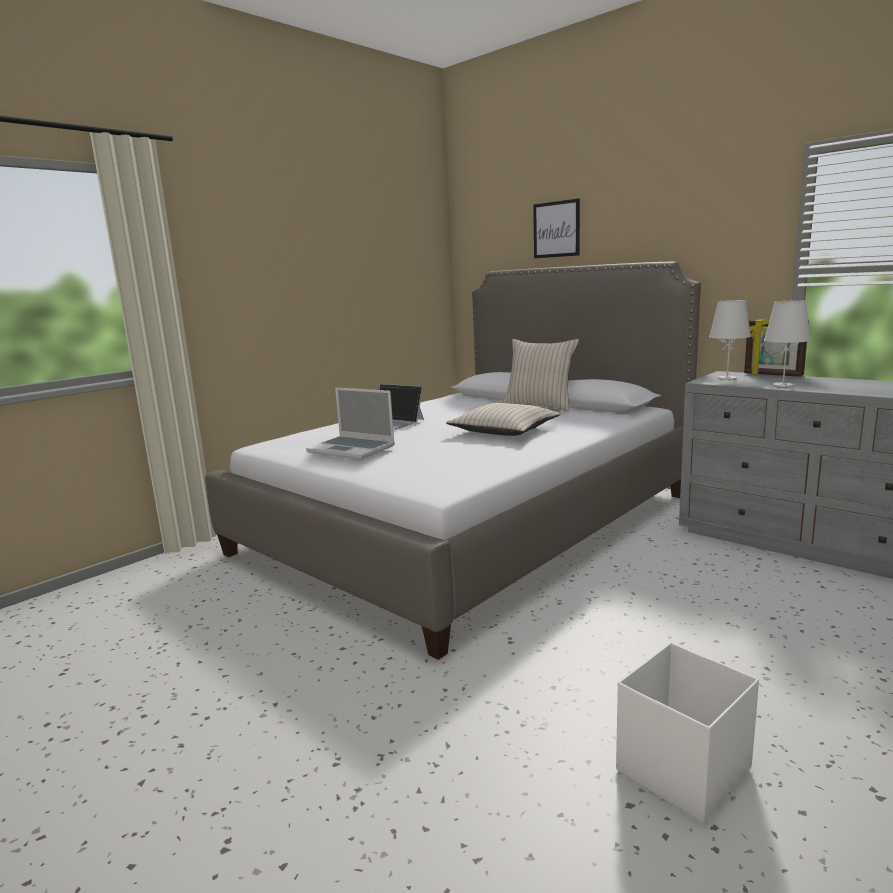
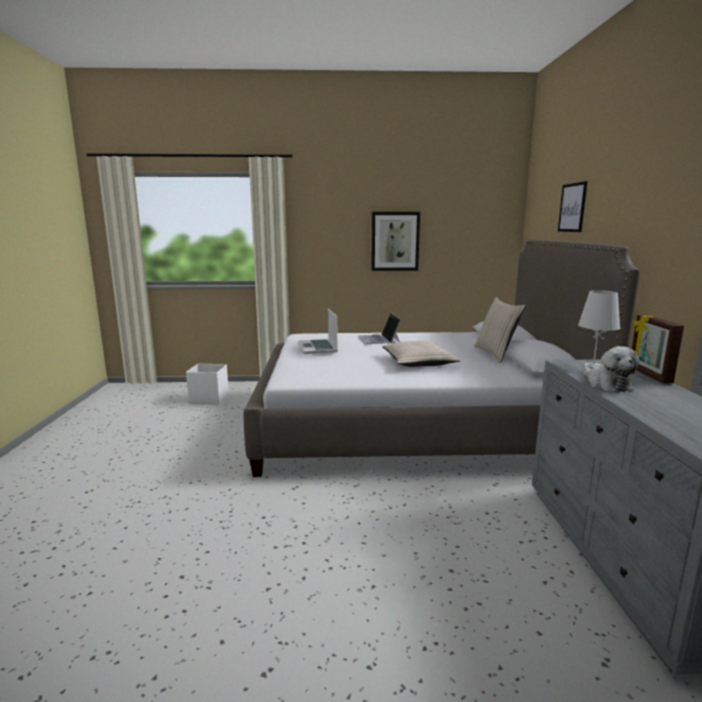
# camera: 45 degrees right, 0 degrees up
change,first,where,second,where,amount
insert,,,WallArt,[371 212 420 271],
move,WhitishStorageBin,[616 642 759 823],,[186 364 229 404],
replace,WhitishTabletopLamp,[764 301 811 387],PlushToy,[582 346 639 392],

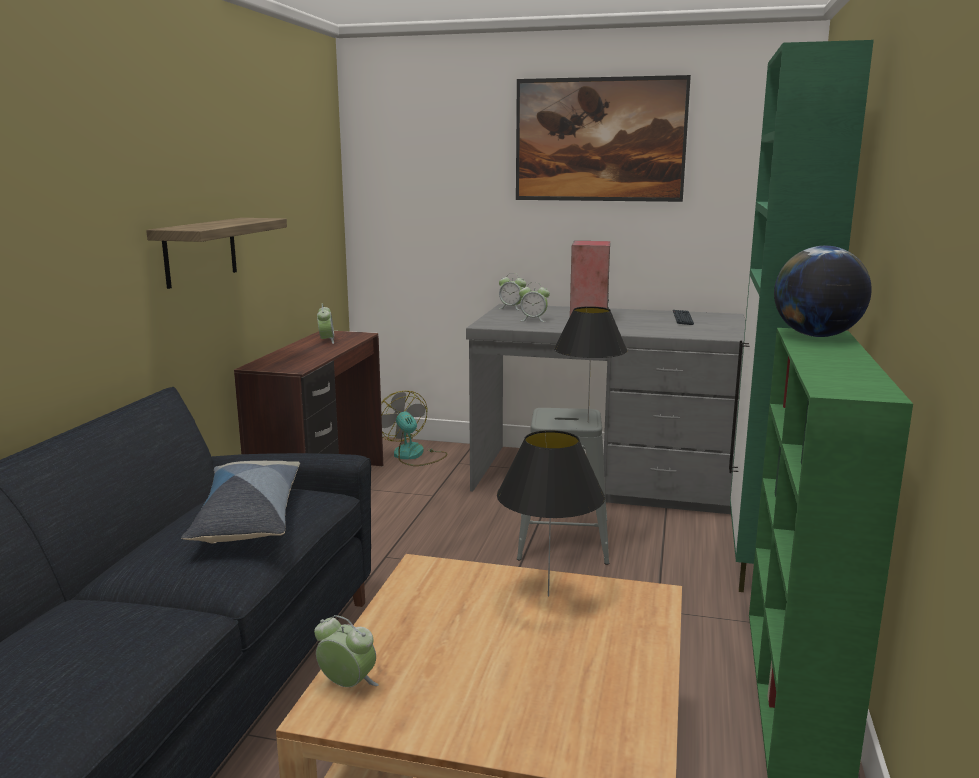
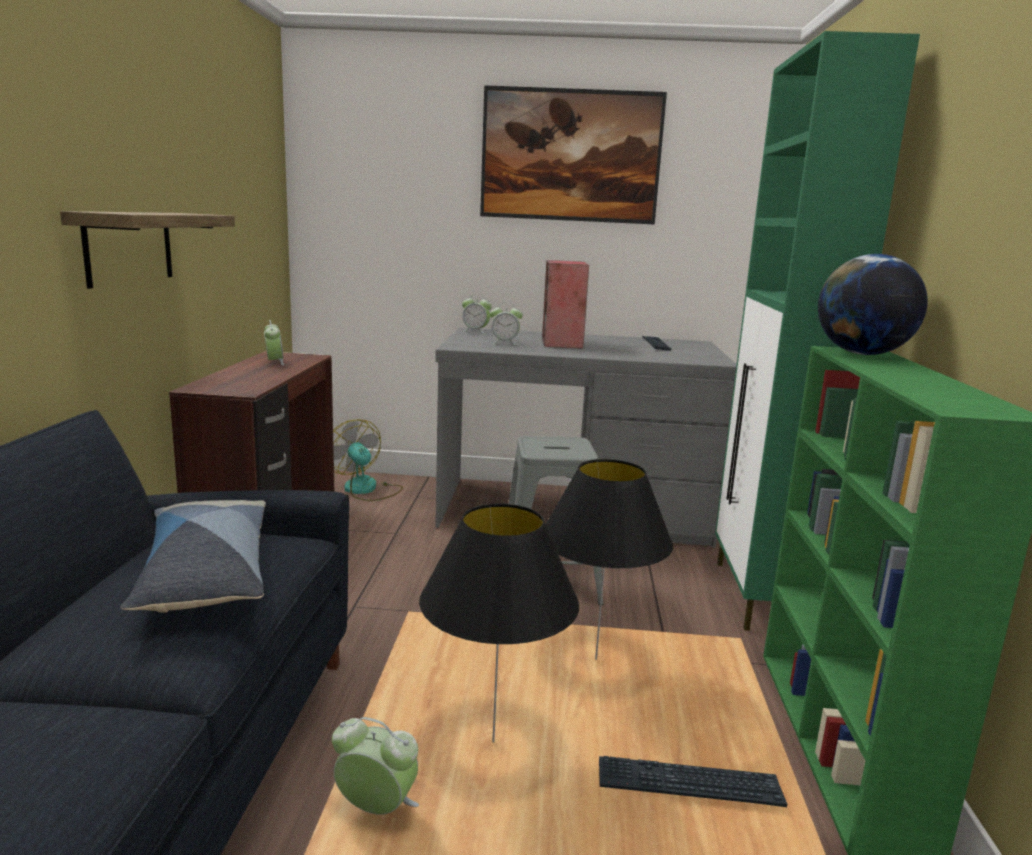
# camera: 10 degrees left, 0 degrees up
change,first,where,second,where,amount
insert,,,PcKeyboard,[599 756 787 807],
move,BlackTabletopLamp,[554 306 627 422],,[419 503 579 743],

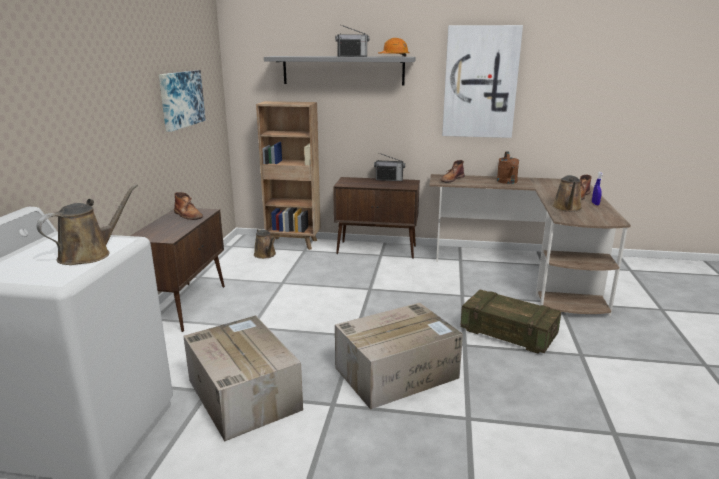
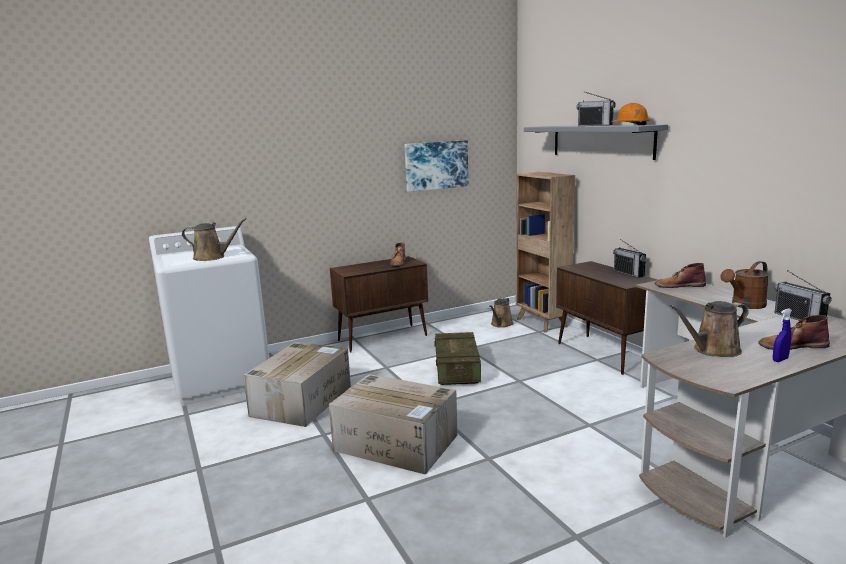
# camera: 55 degrees right, 5 degrees down
change,first,where,second,where,amount
delete,WallArt,[442 25 523 138],,,
insert,,,Radio,[775 270 832 321],
move,Crate,[461 289 561 353],,[434 332 481 385],

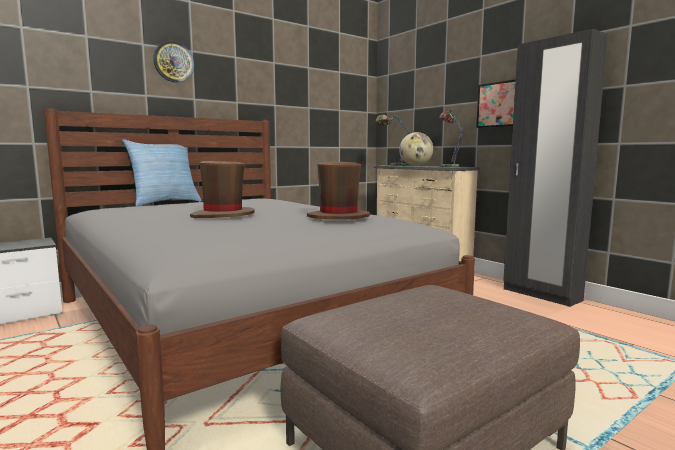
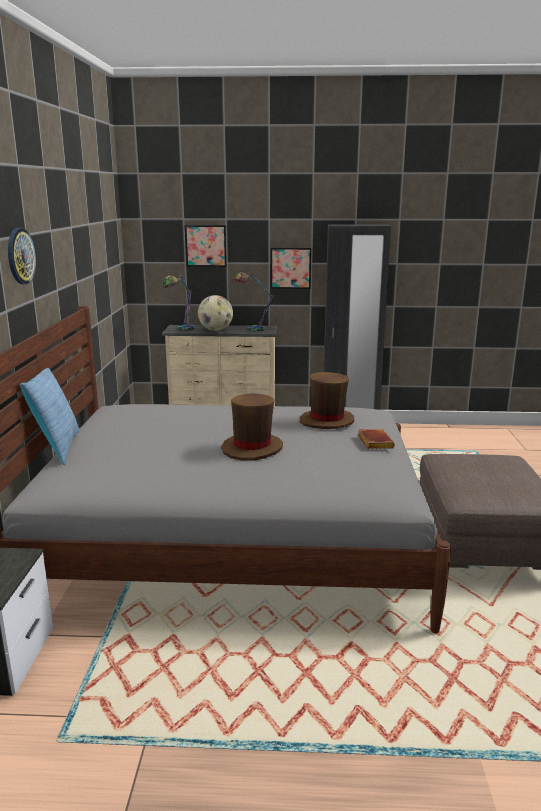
# camera: 50 degrees left, 10 degrees up
change,first,where,second,where,amount
insert,,,WallArt,[185 225 227 267],
insert,,,BrownishBook,[358 429 395 449],

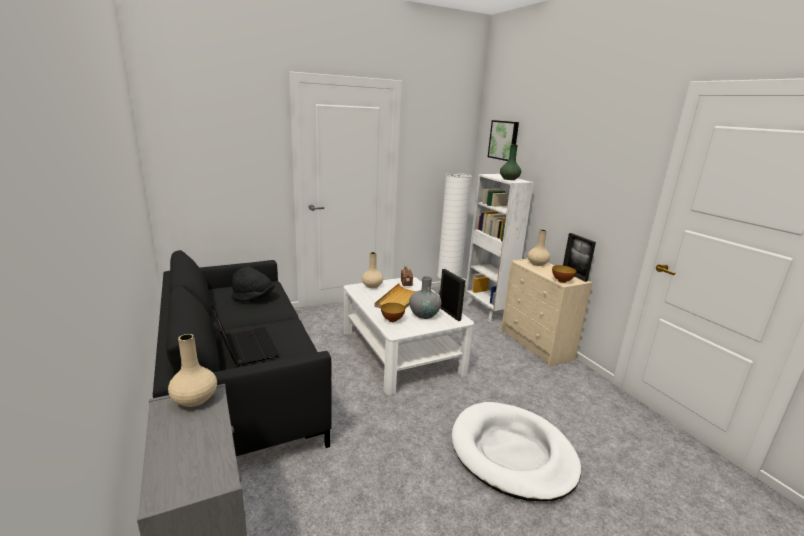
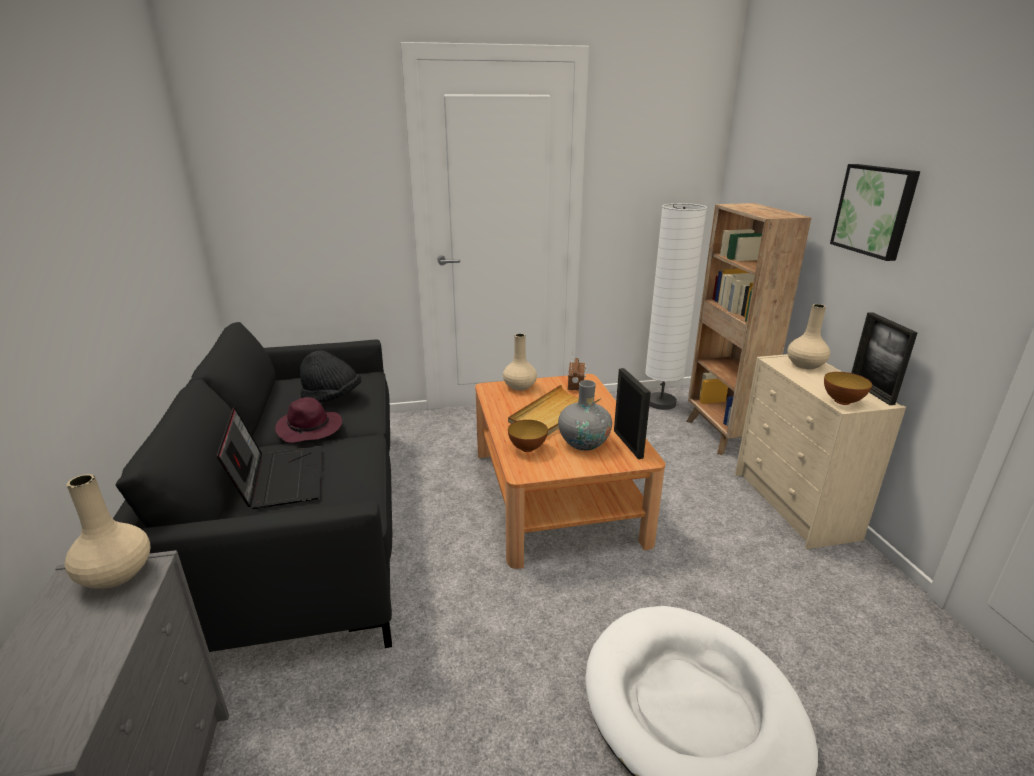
# camera: 15 degrees right, 5 degrees up
change,first,where,second,where,amount
delete,GreenDecorativeVase,[500 144 521 180],,,
insert,,,PurplishClothingHat,[275 397 342 443],
move,WallArt,[488 120 519 161],,[830 164 920 261],
recolor,WhitishLowTable,[344 277 474 395],BrownishLowTable,[475 374 665 569],
recolor,WhitishShelvingUnit,[465 174 534 322],BrownishShelvingUnit,[686 203 812 455],

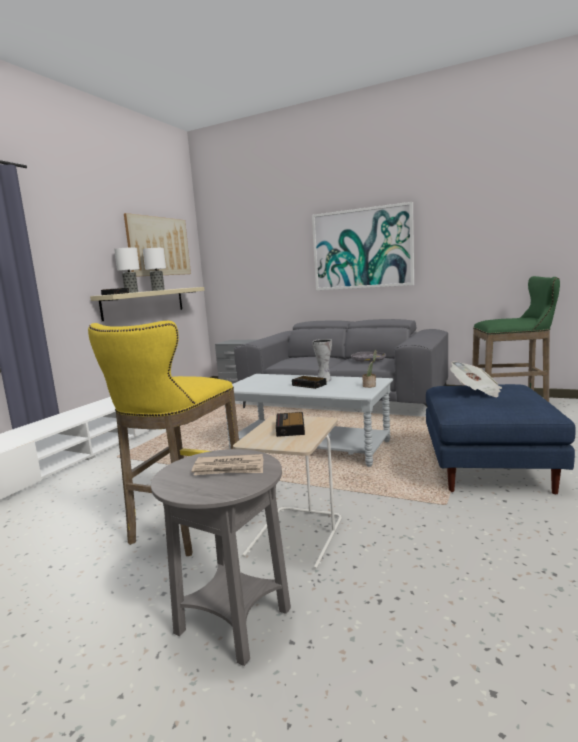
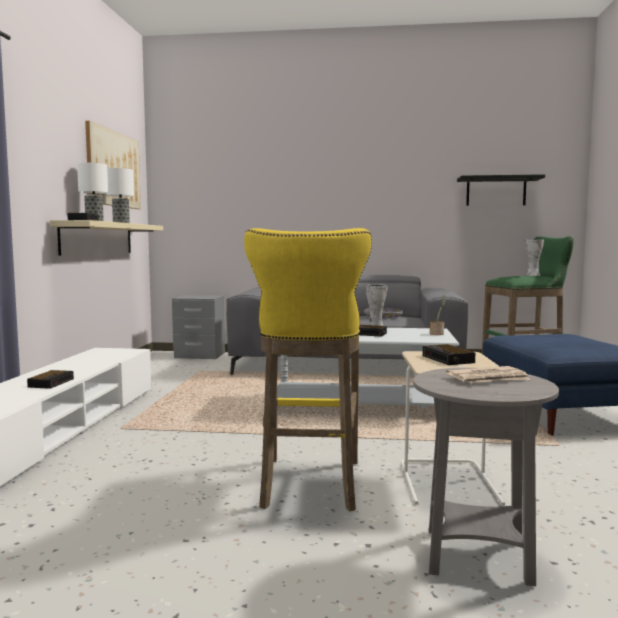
# camera: 20 degrees left, 5 degrees down
change,first,where,second,where,amount
delete,WallArt,[312 202 414 290],,,
delete,Newspaper,[450 361 502 397],,,
insert,,,TableClock,[27 370 74 389],
insert,,,BlackShelf,[457 174 545 206],
insert,,,DecorativeVase,[525 240 544 276],

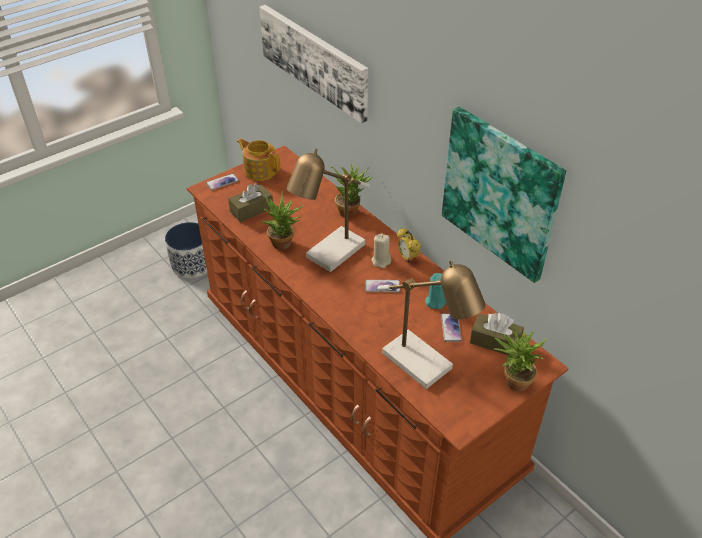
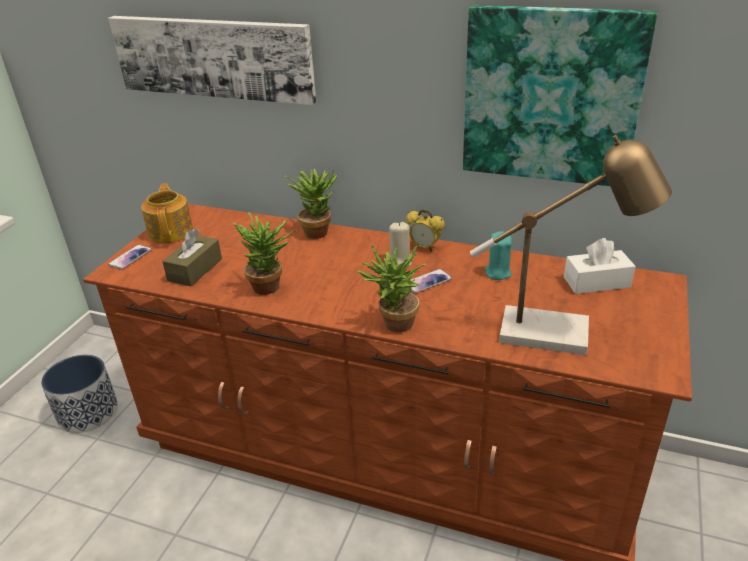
# camera: 30 degrees left, 10 degrees down
change,first,where,second,where,amount
delete,TabletopLamp,[286 148 370 272],,,
delete,Phone,[441 313 462 342],,,
move,Houseplant,[493 324 547 391],,[357 245 427 332],
recolor,BrownishBoxOfTissues,[470 313 524 355],WhitishBoxOfTissues,[564 238 636 294],
rotate,PotForTea,[237 138 281 181],,[141 183 193 244],75 degrees clockwise

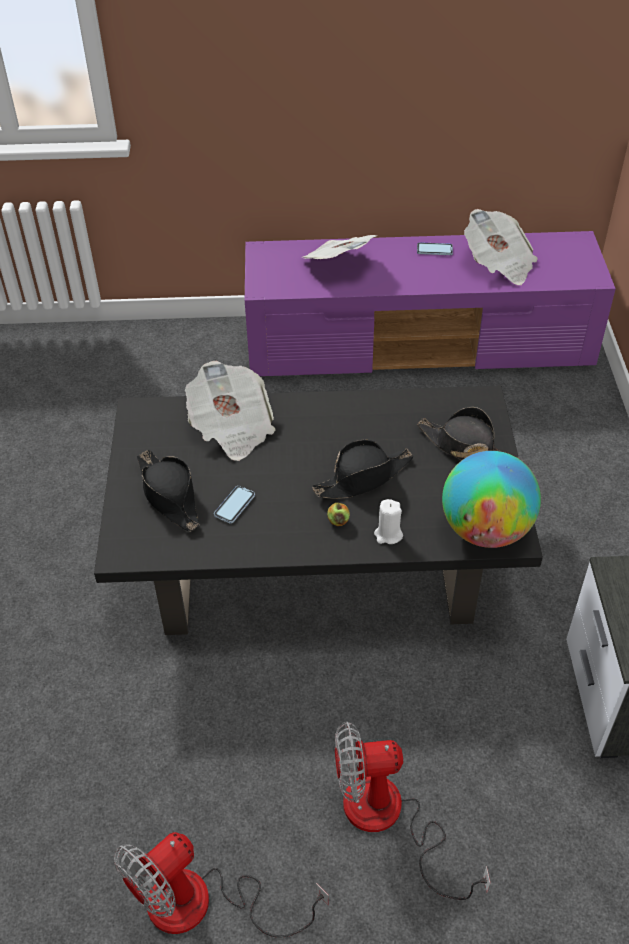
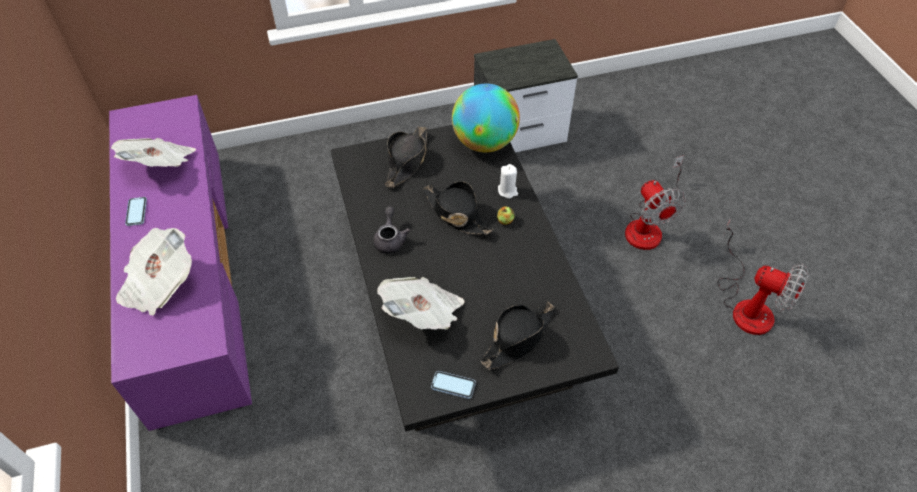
# camera: 105 degrees left, 5 degrees up
change,first,where,second,where,amount
insert,,,GreyishPotForTea,[373 206 410 254],
move,Phone,[214 486 255 523],,[431 371 476 399],

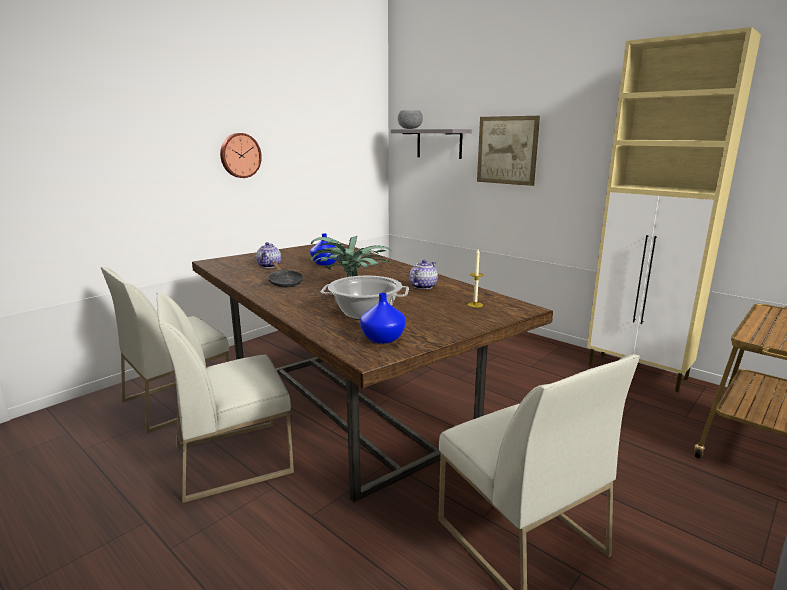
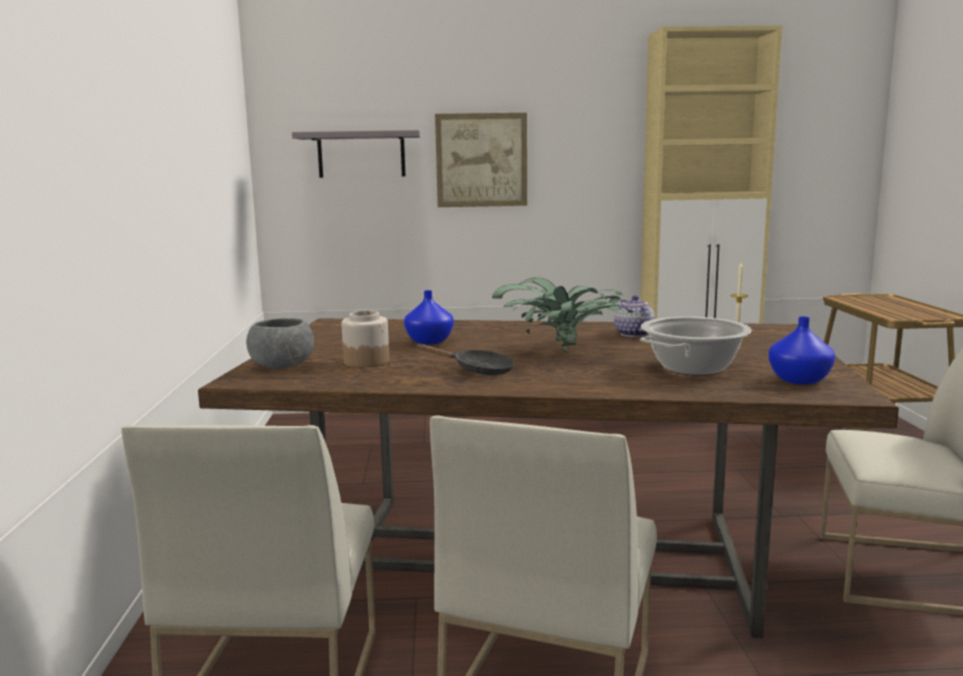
# camera: 45 degrees left, 5 degrees down
change,first,where,second,where,amount
delete,HangingClock,[220 133 262 178],,,
move,GreyishDeepDish,[398 110 423 129],,[246 318 314 369],
replace,PotForTea,[256 242 281 268],PreserveJar,[341 311 389 367],

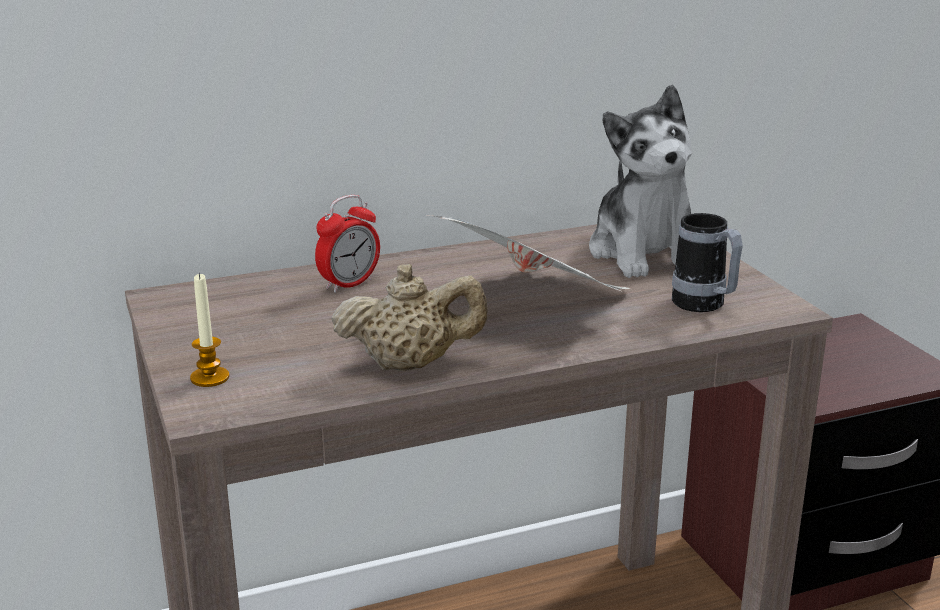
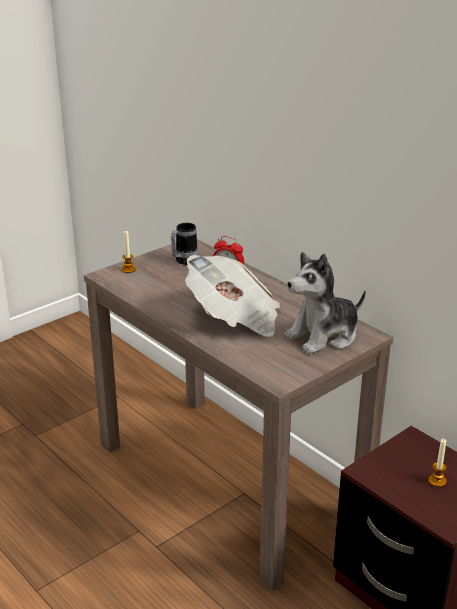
# camera: 70 degrees right, 5 degrees up
change,first,where,second,where,amount
delete,BeigePotForTea,[331 264 488 371],,,
insert,,,Candle,[428 439 447 487],
move,CoffeeMug,[671 213 743 312],,[171 223 198 265],

